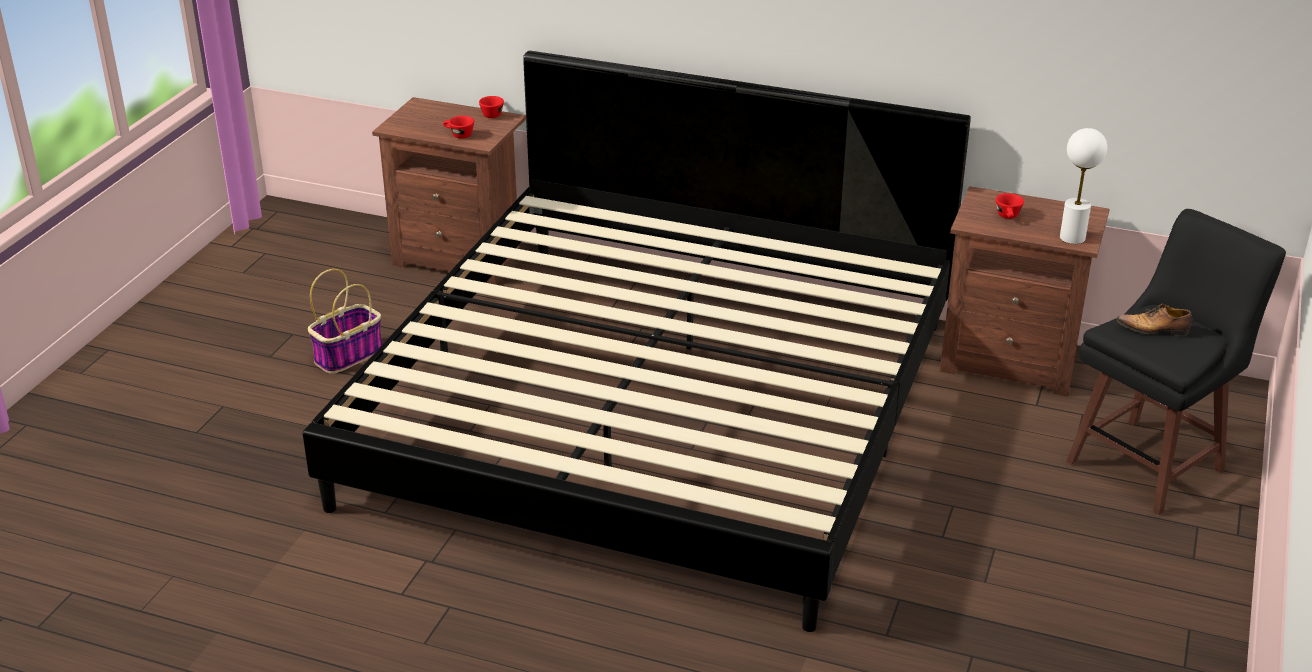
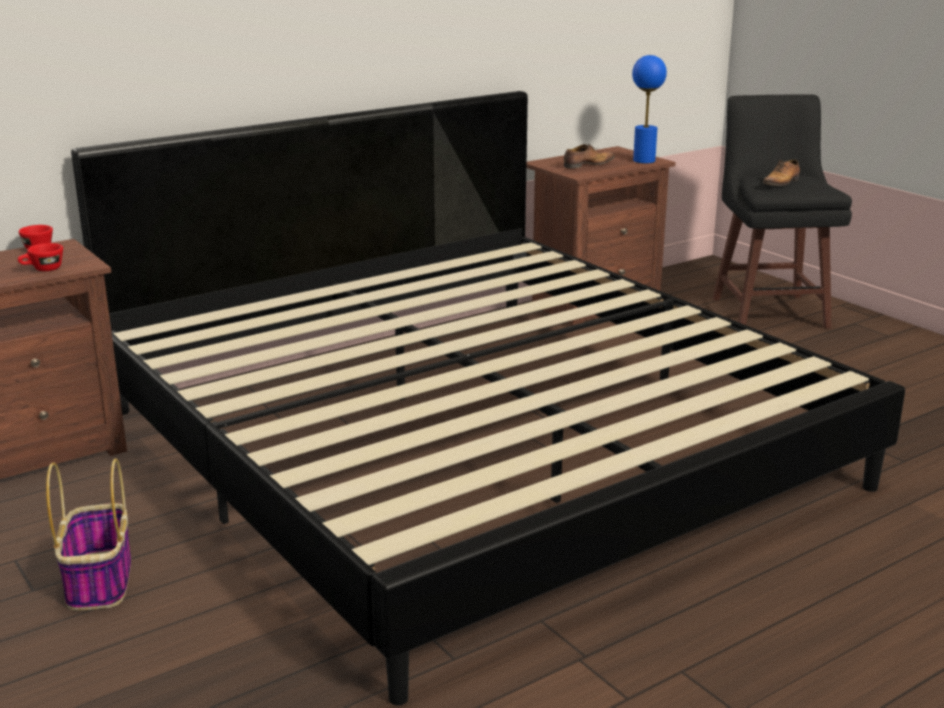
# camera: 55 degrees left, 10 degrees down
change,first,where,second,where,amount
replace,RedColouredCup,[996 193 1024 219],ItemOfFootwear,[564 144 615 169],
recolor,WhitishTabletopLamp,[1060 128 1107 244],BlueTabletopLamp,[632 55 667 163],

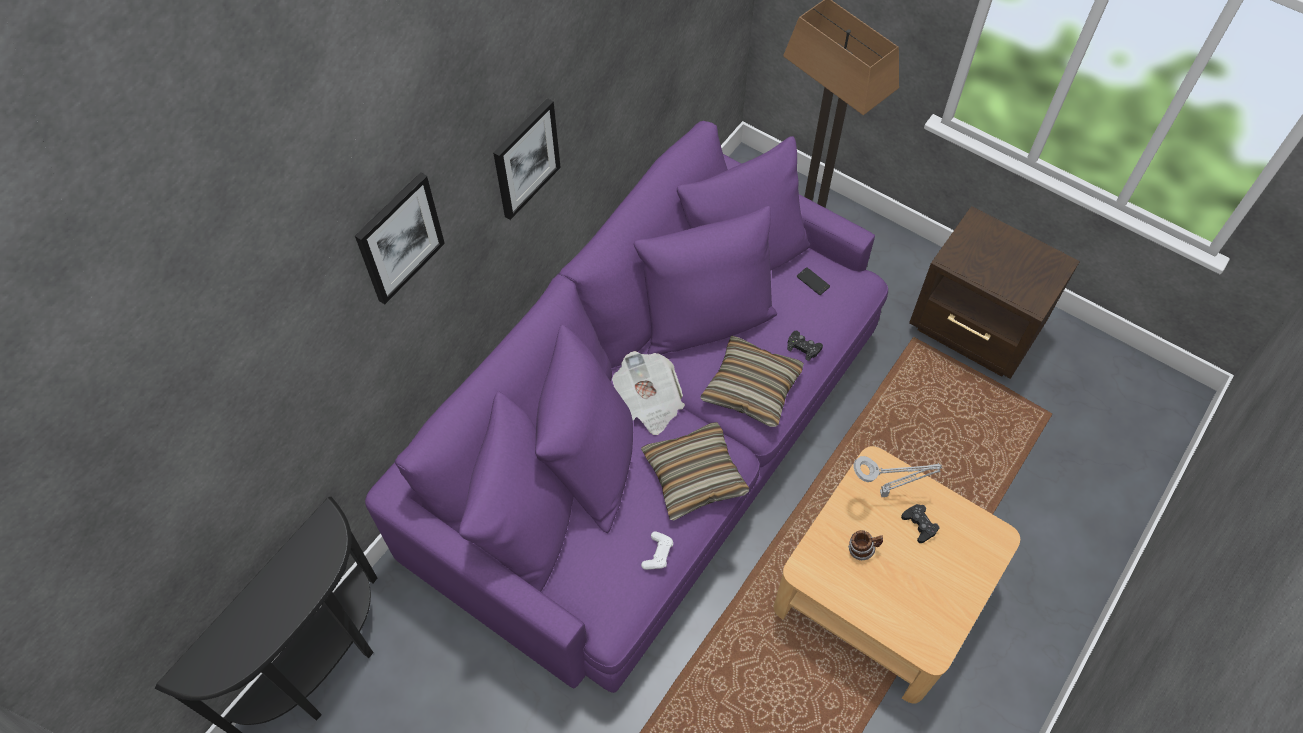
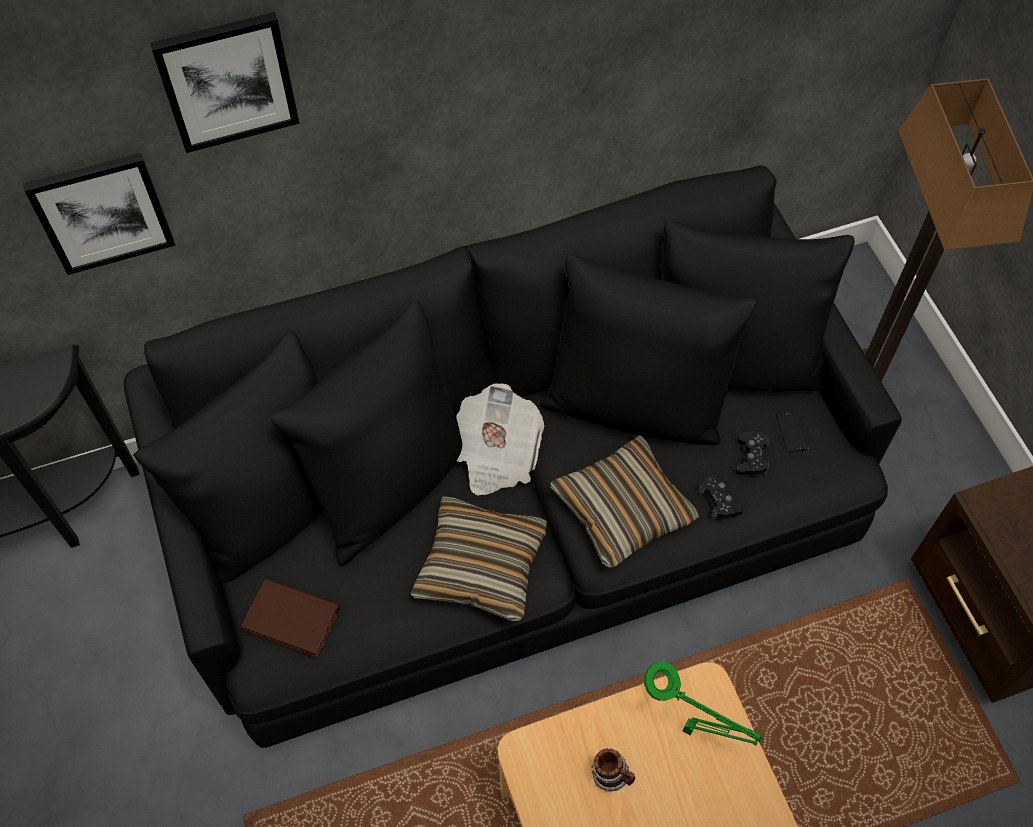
# camera: 35 degrees right, 0 degrees up
change,first,where,second,where,amount
delete,WhitishGameController,[641 531 673 570],,,
insert,,,BrownishBook,[241 579 340 658],
move,WallArt,[493 99 561 220],,[23 153 176 275],
move,BlackGameController,[901 504 939 543],,[736 432 770 475],
recolor,PurplishCouch,[365 121 888 693],BlackCouch,[124 165 902 748],
recolor,GreyishTabletopLamp,[854 456 942 497],GreenTabletopLamp,[644 662 763 746],

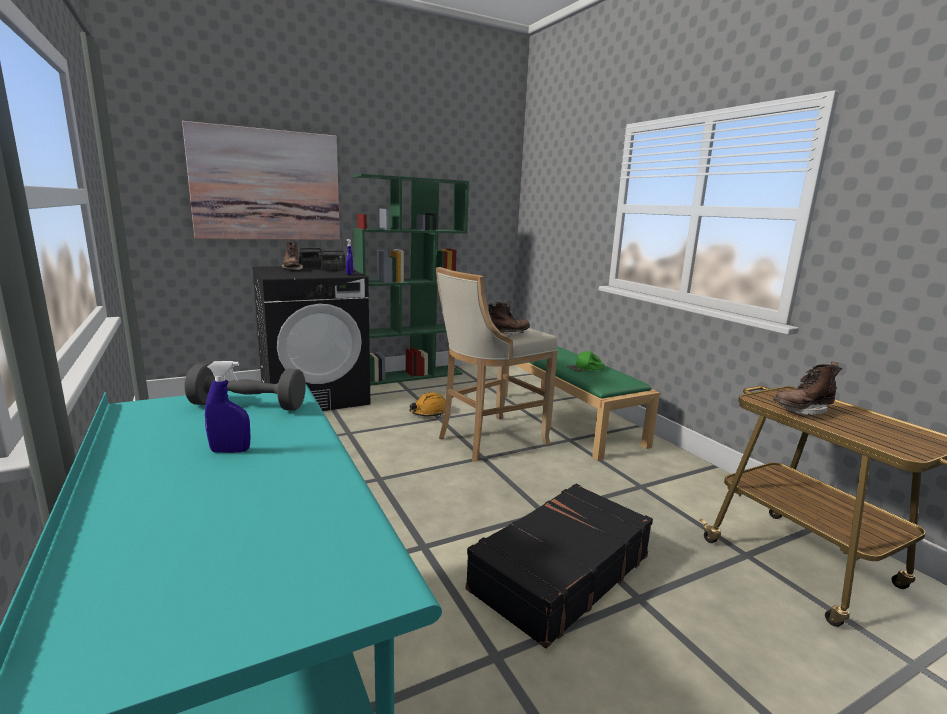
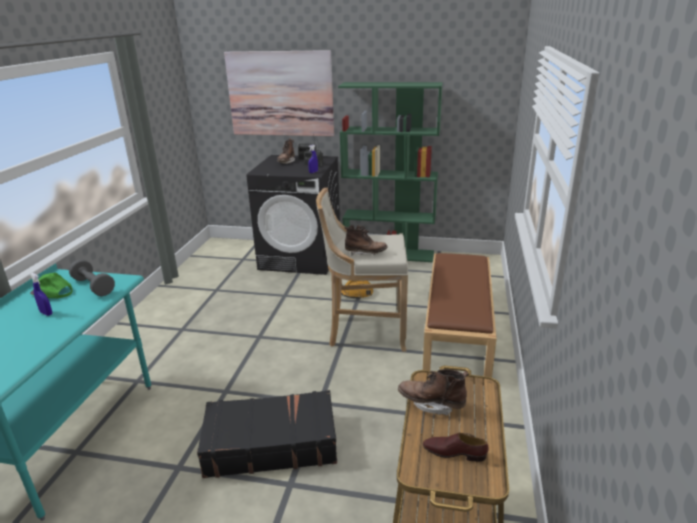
# camera: 40 degrees right, 10 degrees up
change,first,where,second,where,amount
insert,,,BrownishItemOfFootwear,[423 433 489 462],
move,GreenPeakedCap,[567 351 605 372],,[30 273 72 298],
recolor,GreenIndoorBench,[505 346 660 461],BrownishIndoorBench,[423 253 497 386],

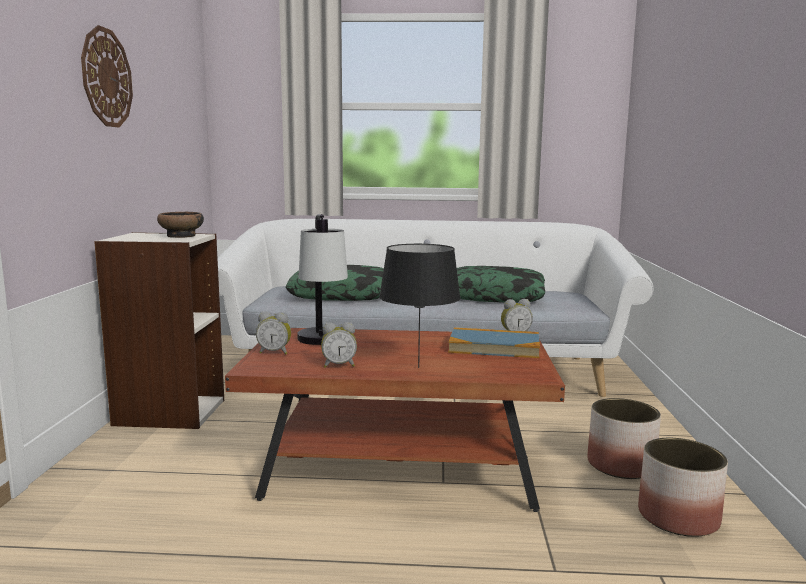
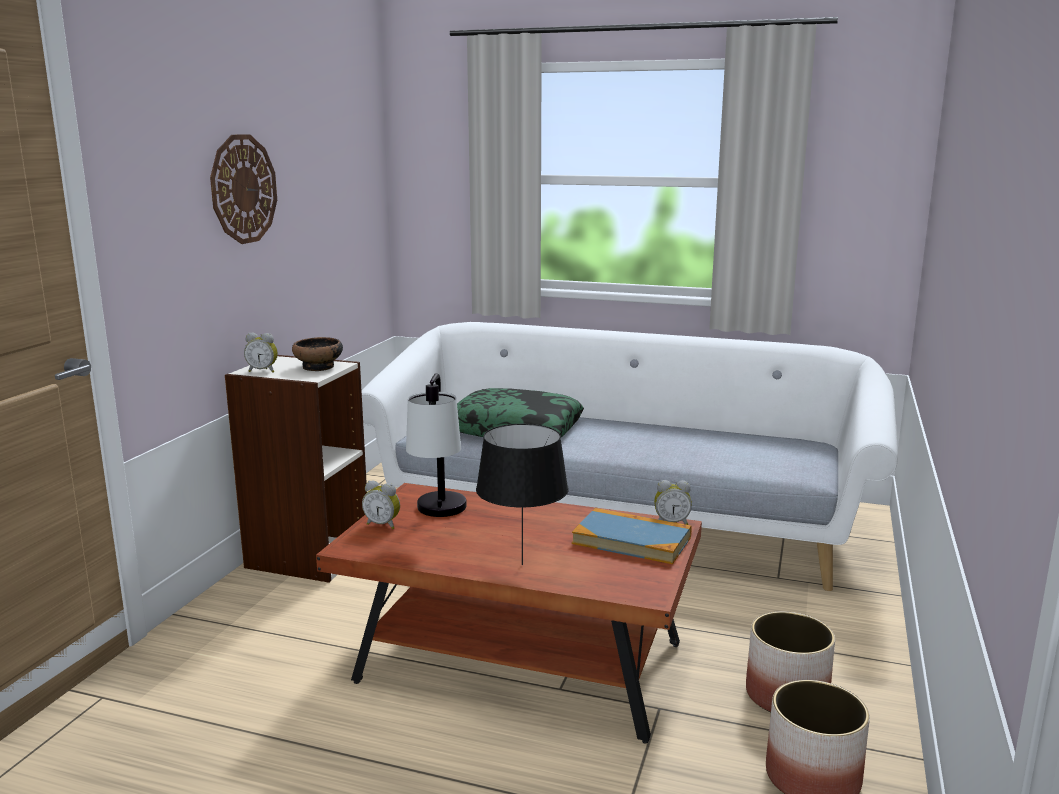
# camera: 15 degrees right, 5 degrees up
change,first,where,second,where,amount
delete,ThrowPillow,[457 266 545 303],,,
move,TableClock,[321 322 357 368],,[244 333 278 372],

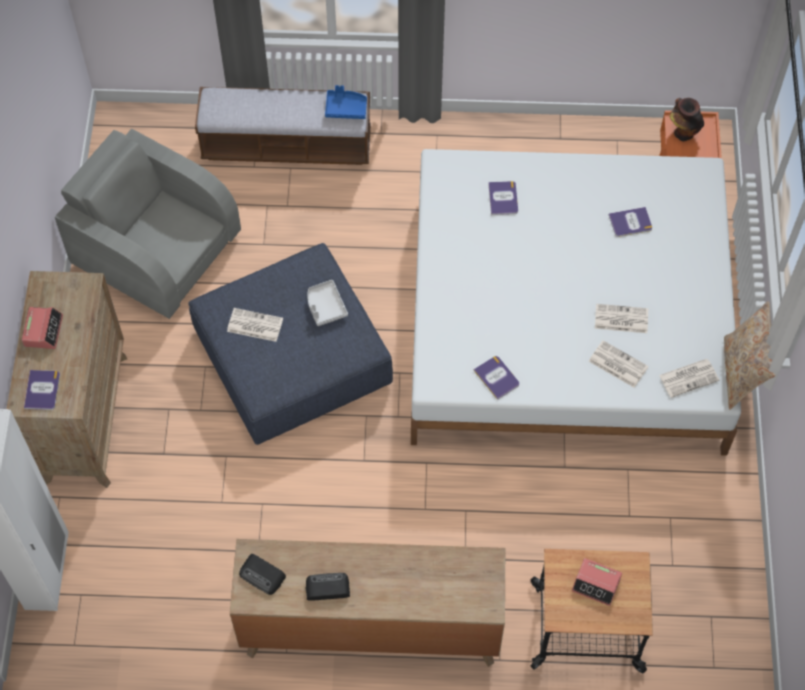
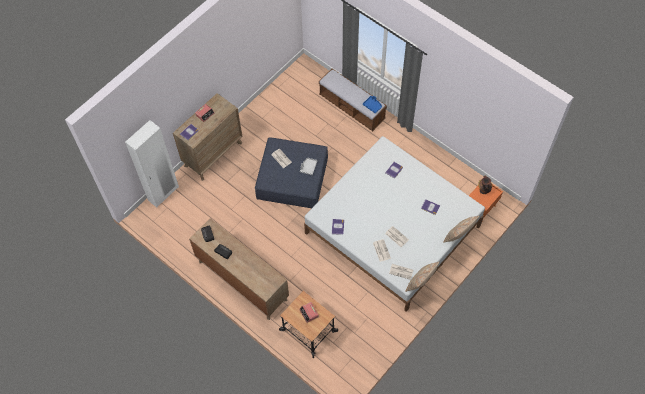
# camera: 40 degrees right, 0 degrees up
change,first,where,second,where,amount
delete,GreyishArmchair,[55 129 241 319],,,
insert,,,BeigeThrowPillow,[443 216 479 243],

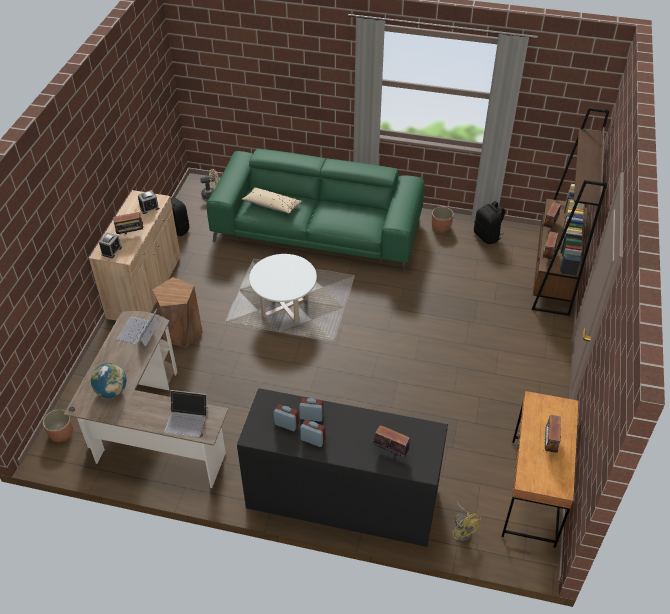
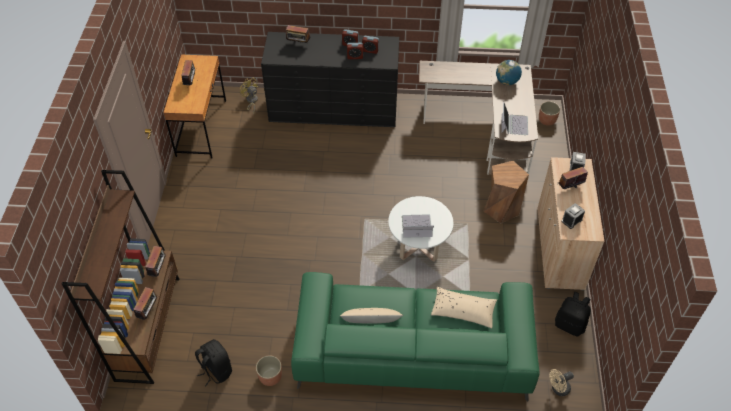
# camera: 170 degrees right, 5 degrees up
change,first,where,second,where,amount
insert,,,BeigeThrowPillow,[340 308 403 324],
move,NotebookComputer,[164 390 208 437],,[402 214 434 238],

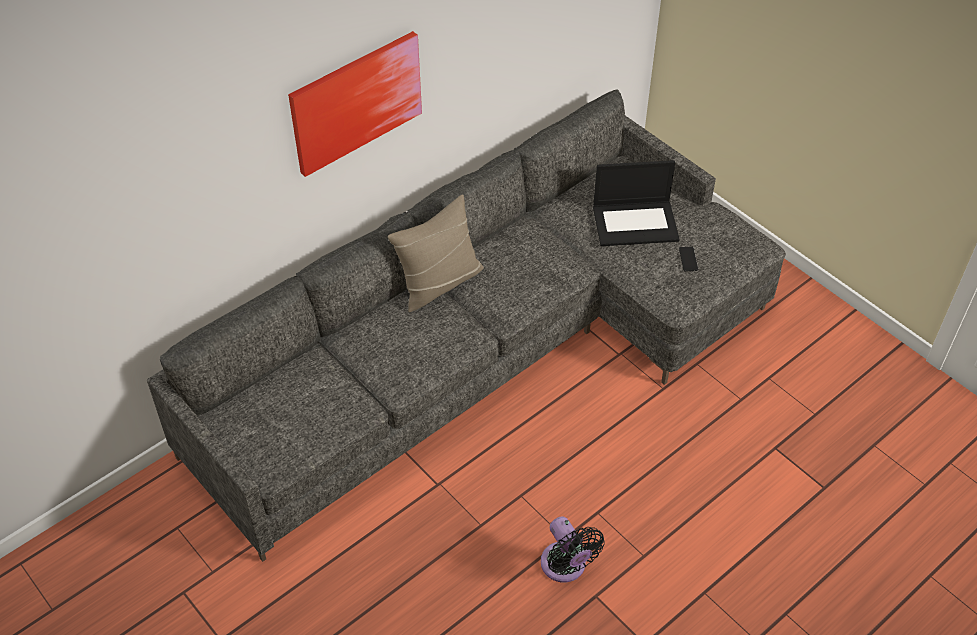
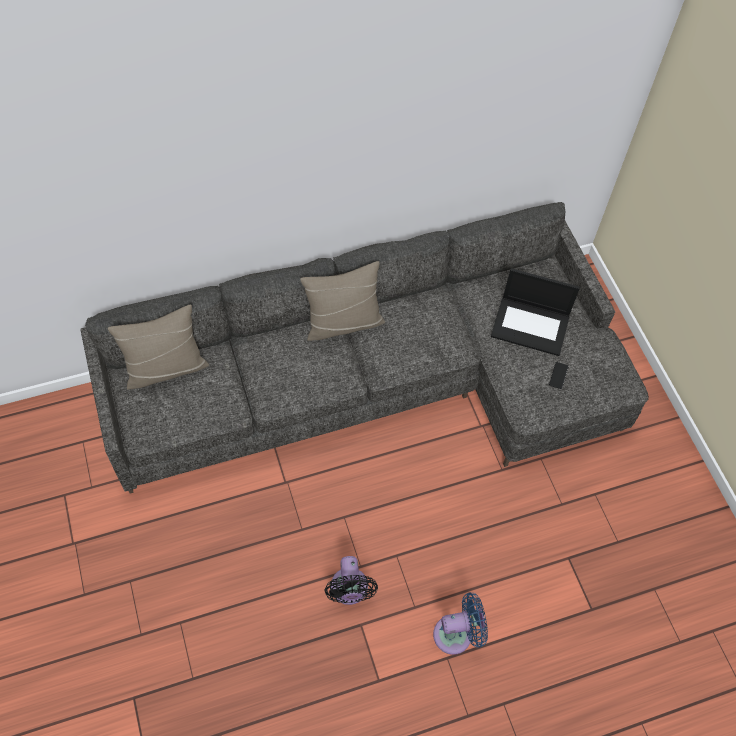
# camera: 20 degrees right, 10 degrees up
change,first,where,second,where,amount
delete,WallArt,[288 31 422 177],,,
insert,,,BeigeThrowPillow,[108 305 209 390],
insert,,,BlueFan,[433 592 488 655],

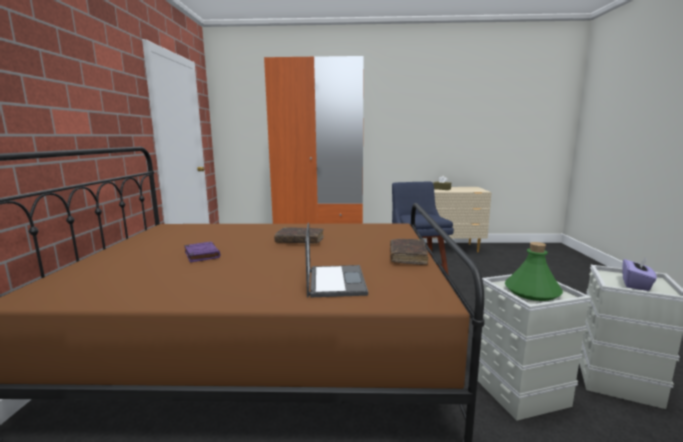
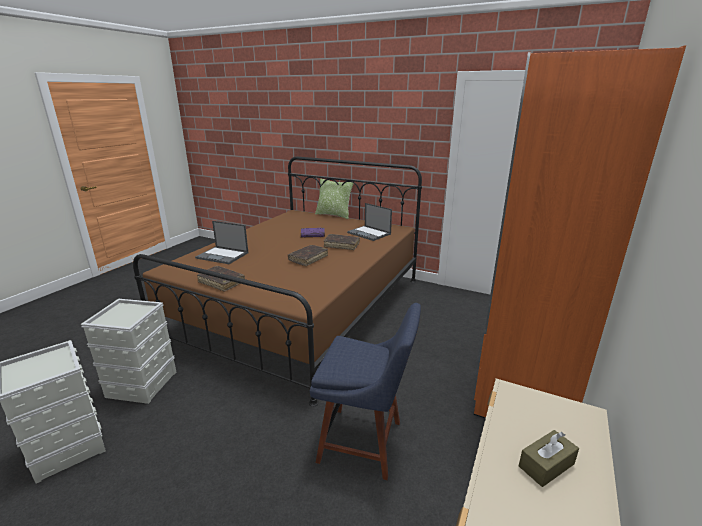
# camera: 115 degrees right, 10 degrees up
change,first,where,second,where,amount
delete,GreenBottle,[505 242 563 301],,,
delete,PurplishBoxOfTissues,[622 256 657 291],,,
insert,,,ThrowPillow,[315 178 354 219],
insert,,,BrownishBook,[323 234 360 250],
insert,,,NotebookComputer,[347 203 392 241],

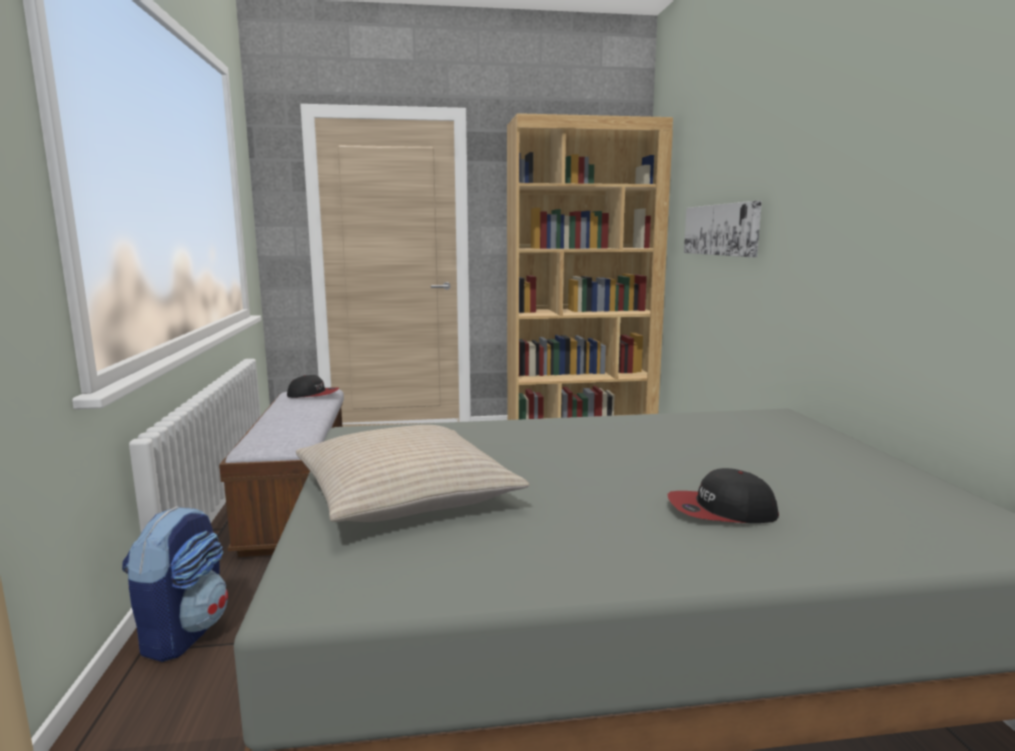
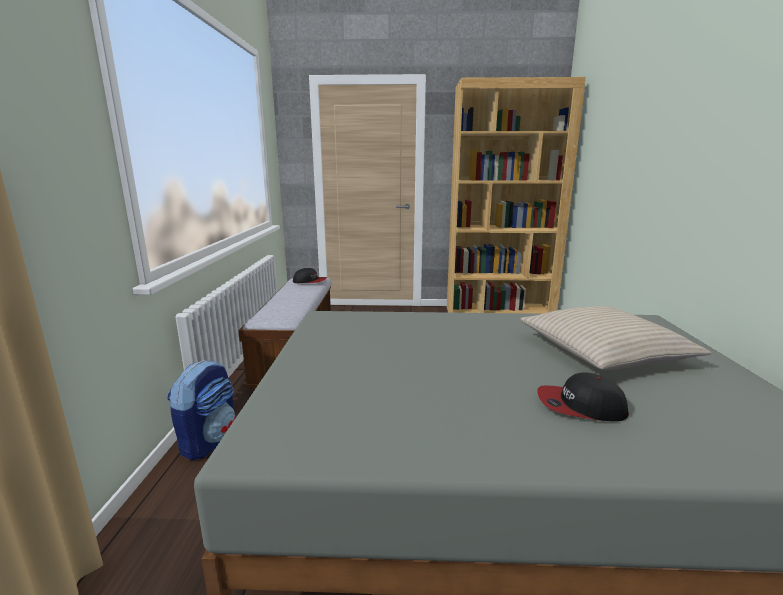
# camera: 10 degrees right, 5 degrees up
change,first,where,second,where,amount
delete,WallArt,[684 201 762 257],,,
move,BeigeThrowPillow,[296 425 530 522],,[520 306 711 370],

